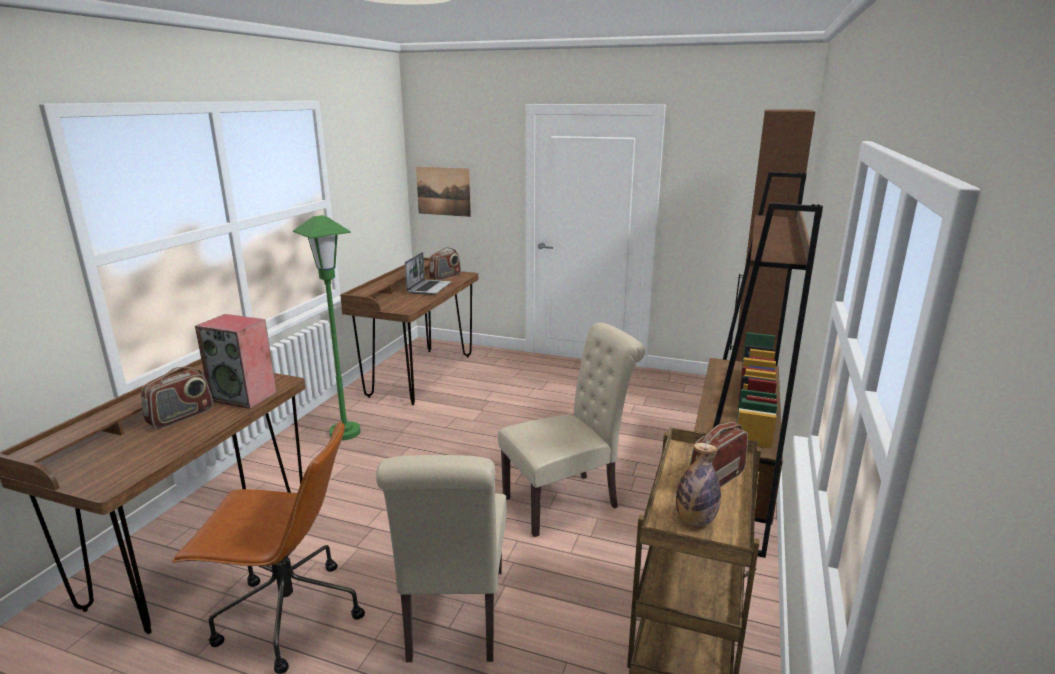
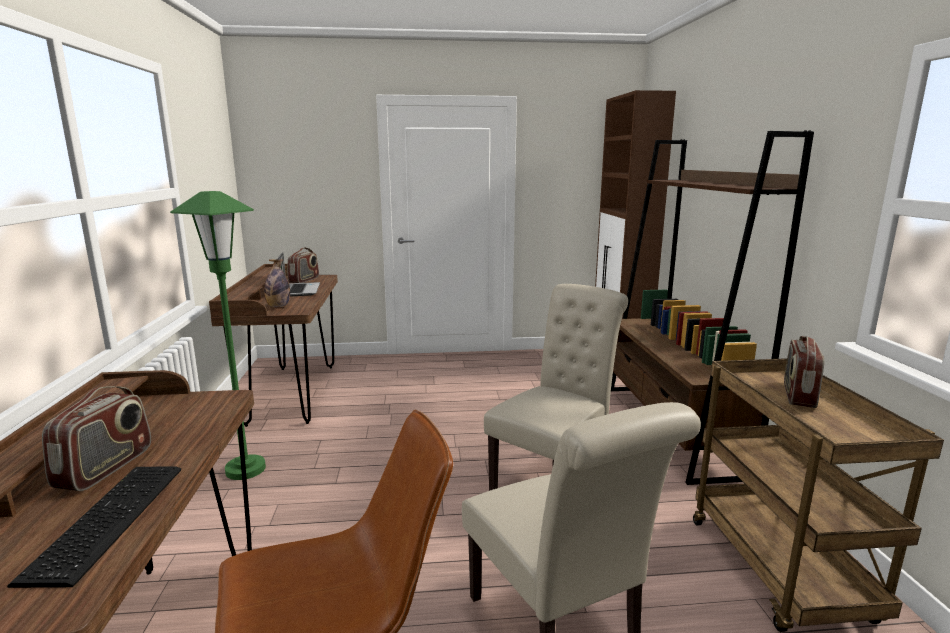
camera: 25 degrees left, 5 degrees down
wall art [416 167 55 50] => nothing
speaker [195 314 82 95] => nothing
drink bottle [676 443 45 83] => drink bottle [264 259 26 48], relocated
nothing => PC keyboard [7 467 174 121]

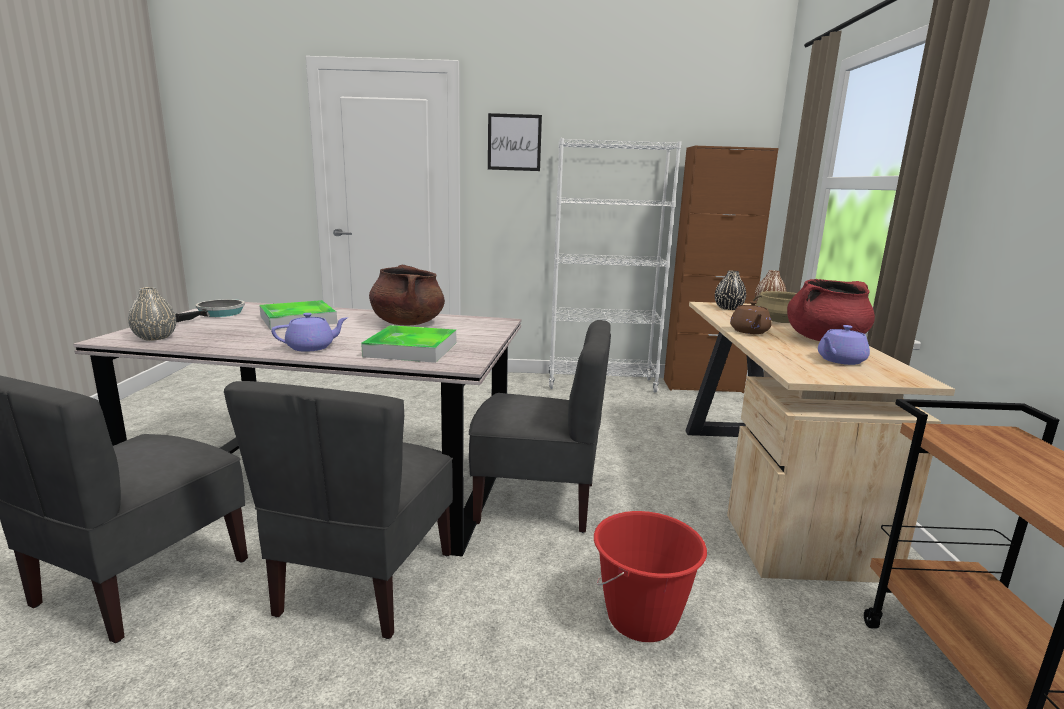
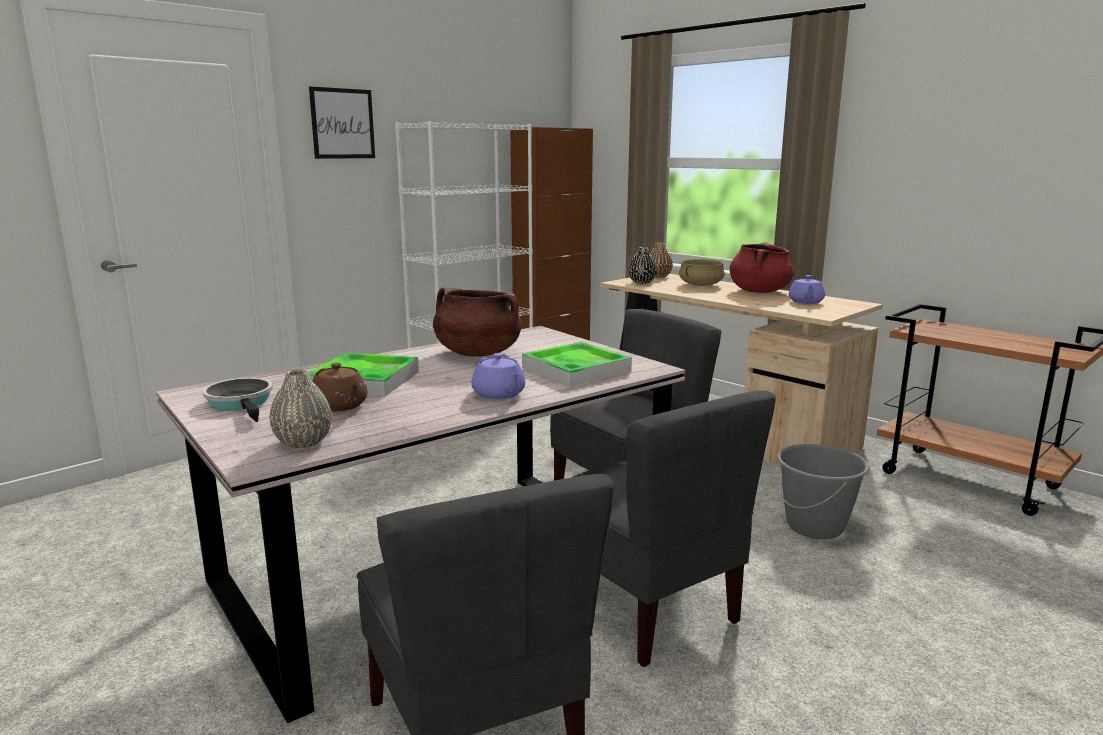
camera: 45 degrees left, 0 degrees up
tea pot (brown-coloured) [730 301 41 33] => tea pot (brown-coloured) [312 363 56 49], relocated
tea pot (purplish) [271 313 77 39] => tea pot (purplish) [471 353 54 47], 135 degrees clockwise
pail (red) [594 511 113 131] => pail (gray) [777 444 92 95]

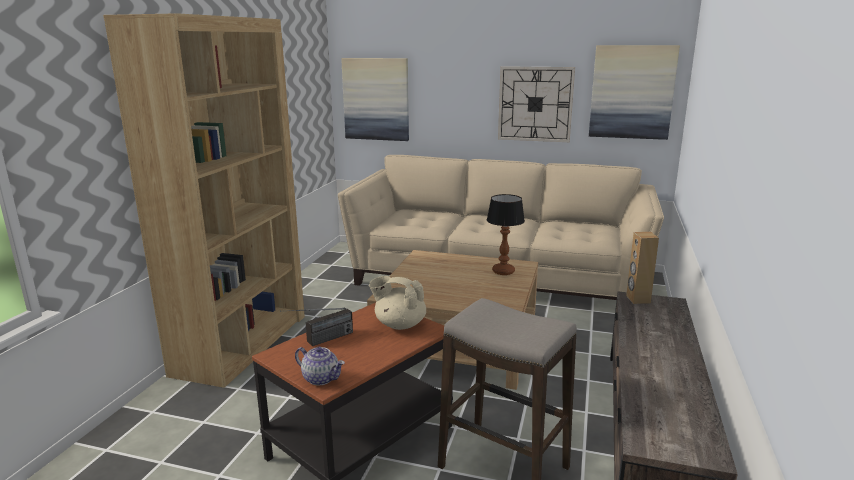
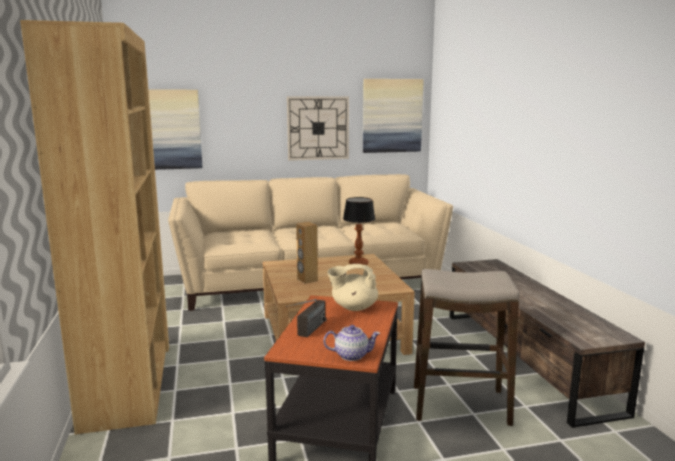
camera: 30 degrees left, 5 degrees down
speaker (brown-coloured) [626 232 33 72] => speaker (brown-coloured) [296 222 22 62], relocated

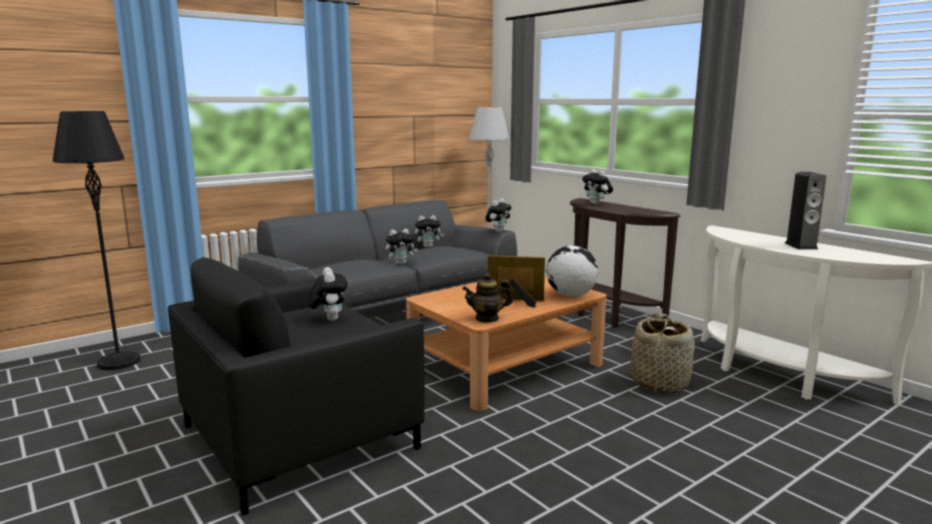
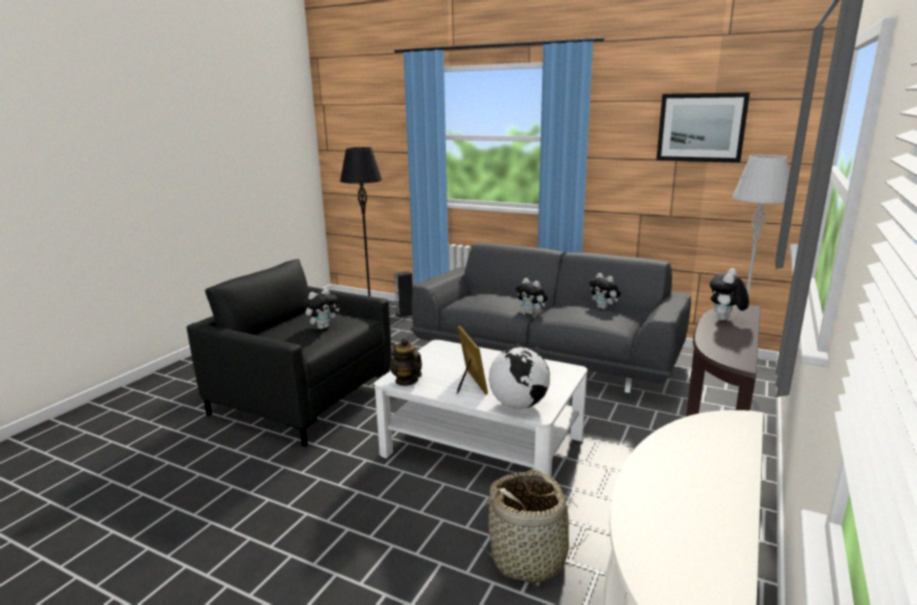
camera: 65 degrees right, 5 degrees up
speaker [785 172 41 78] => speaker [394 271 19 46], relocated
soft toy [486 199 26 33] => nothing
low table (brown-coloured) [406 276 201 135] => low table (white) [374 340 213 147]
nothing => wall art [656 92 94 71]

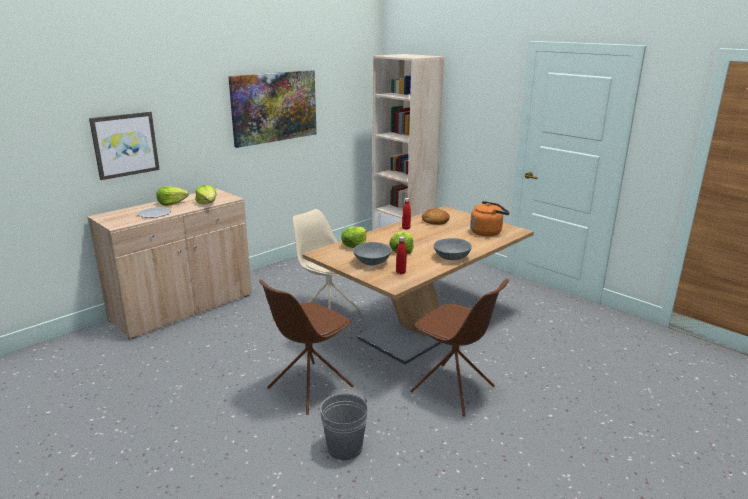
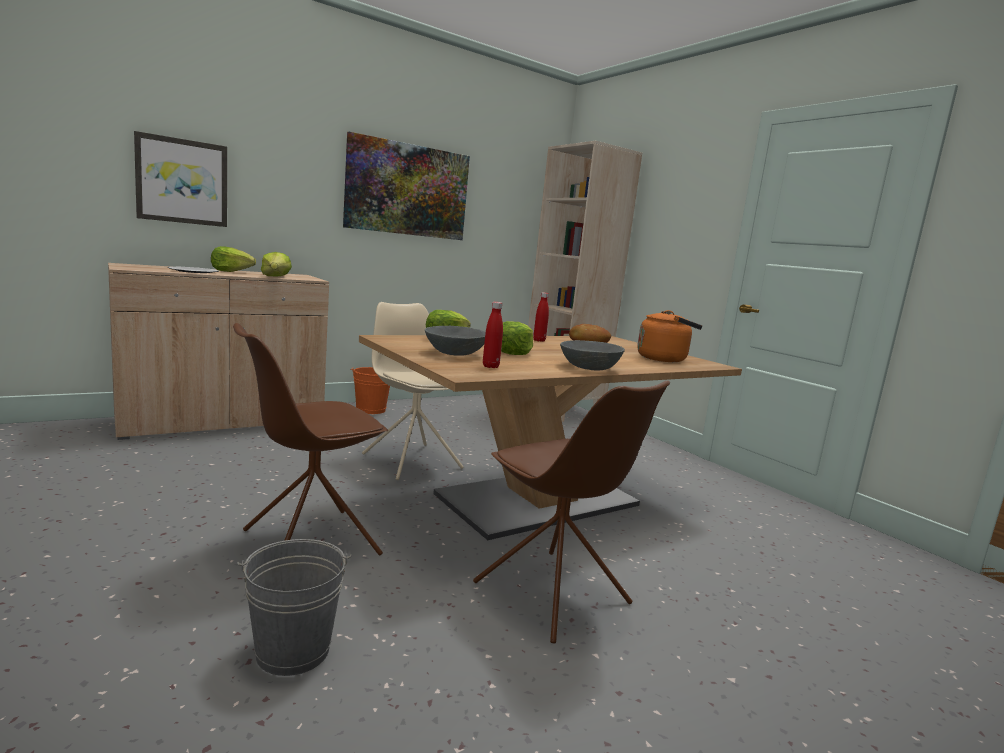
camera: 10 degrees right, 10 degrees down
nothing => pail (orangey) [351 367 39 47]

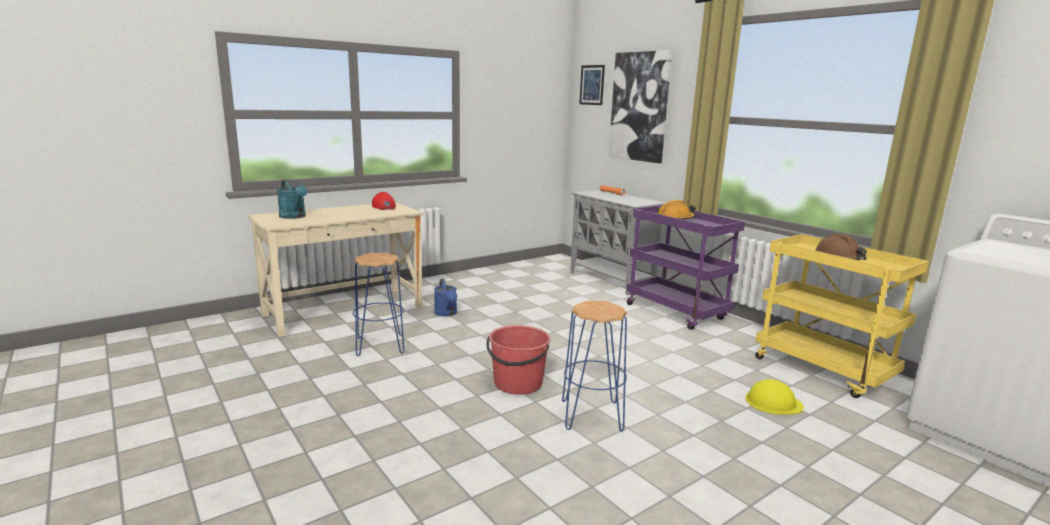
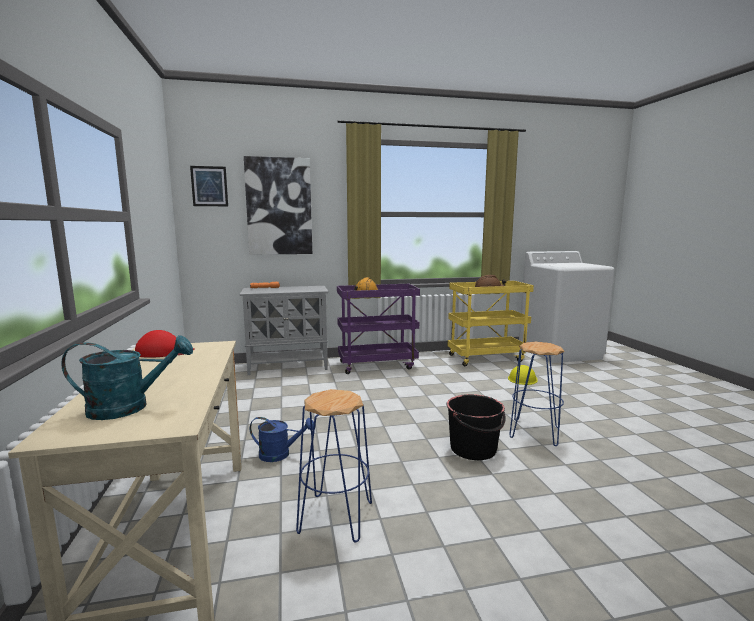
camera: 65 degrees left, 5 degrees down
pail (red) [486 325 64 70] => pail (black) [446 394 60 66]

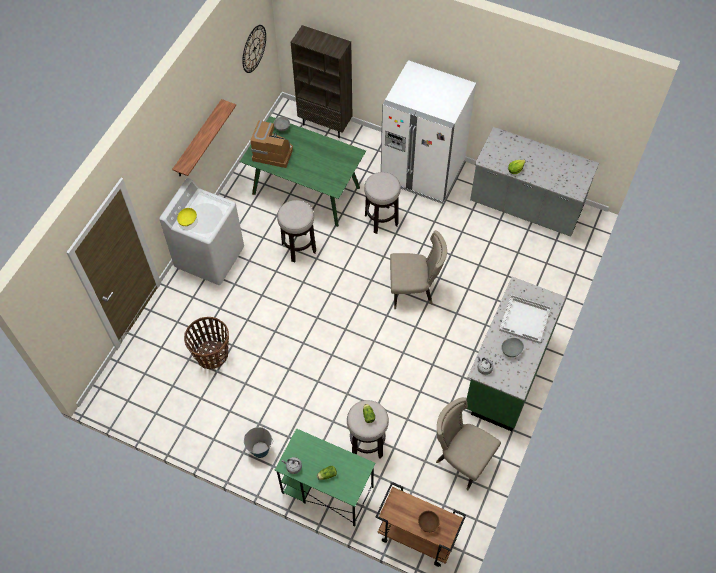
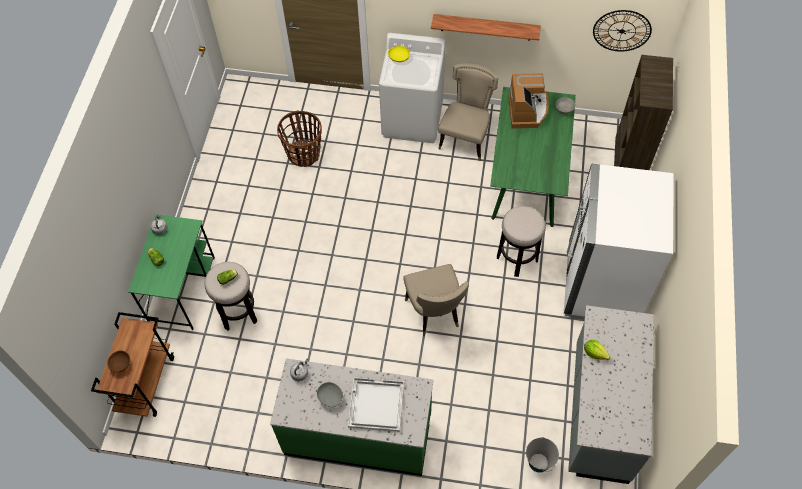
camera: 75 degrees right, 0 degrees up
sitting stool [277 200 39 62] => nothing
upright chair (beige-coloured) [436 397 65 93] => upright chair (beige-coloured) [438 63 60 98], relocated
pail [244 427 28 31] => pail [526 437 33 36], relocated

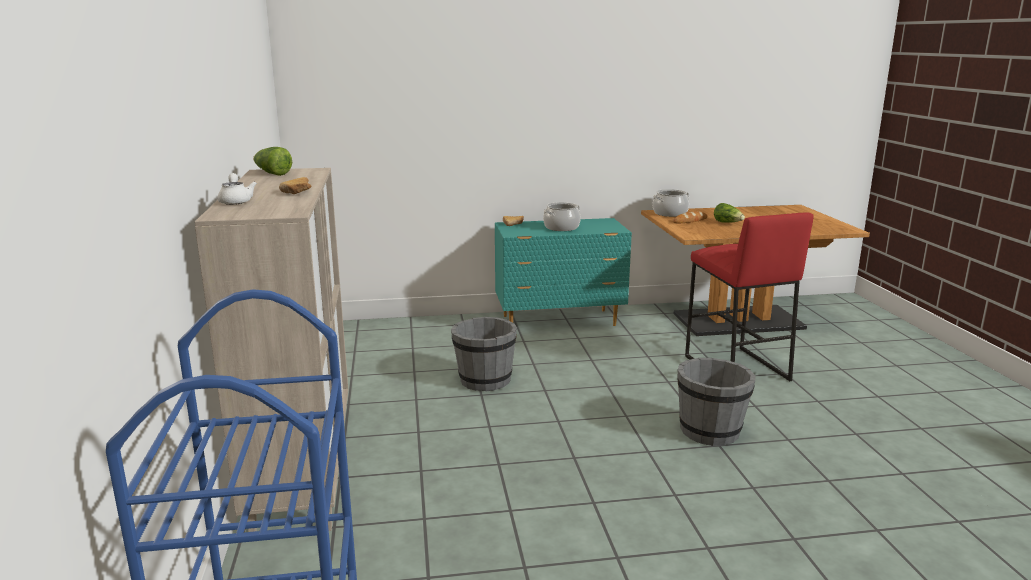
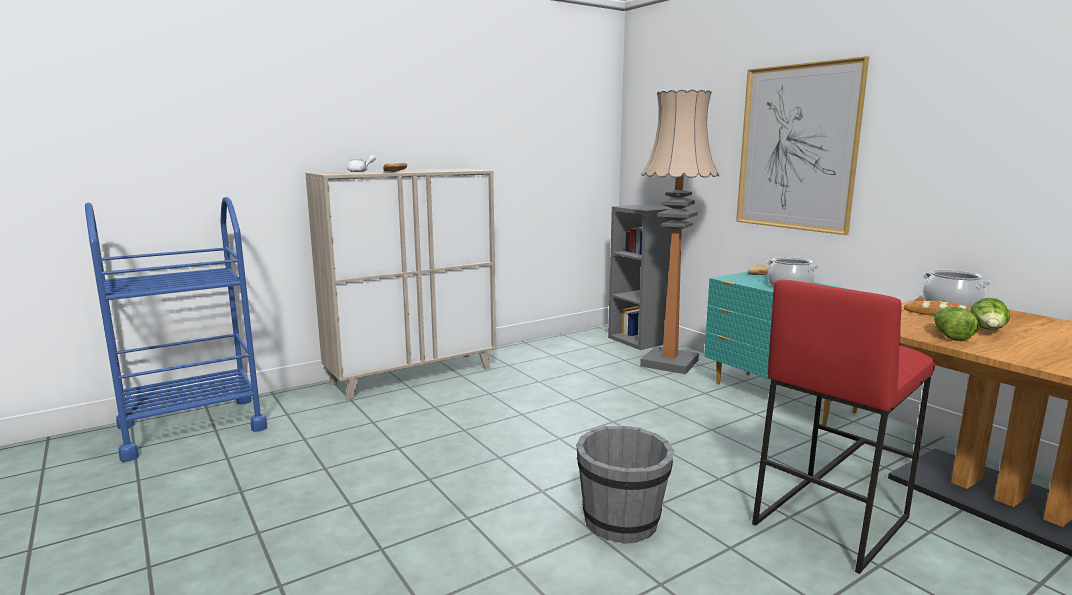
camera: 65 degrees right, 5 degrees down
lettuce head [253 147 39 29] => lettuce head [934 307 44 34], relocated
pail (gray) [451 317 66 74] => nothing
nothing => wall art [736 56 133 179]
nothing => floor lamp [640 90 79 284]
nothing => bookshelf (gray) [608 204 65 146]

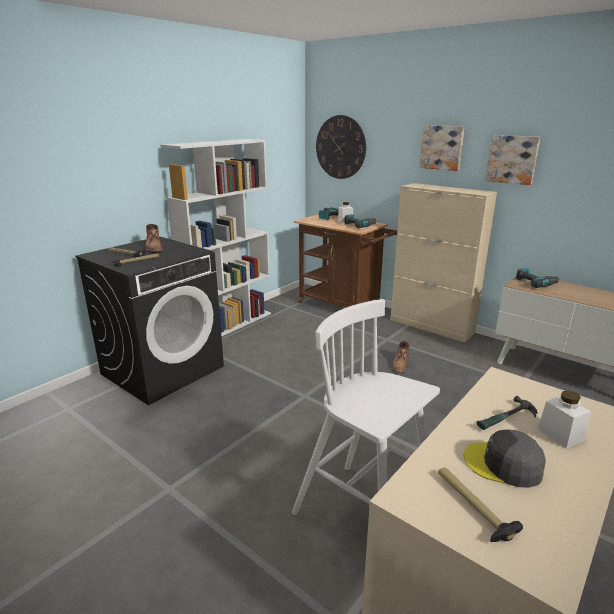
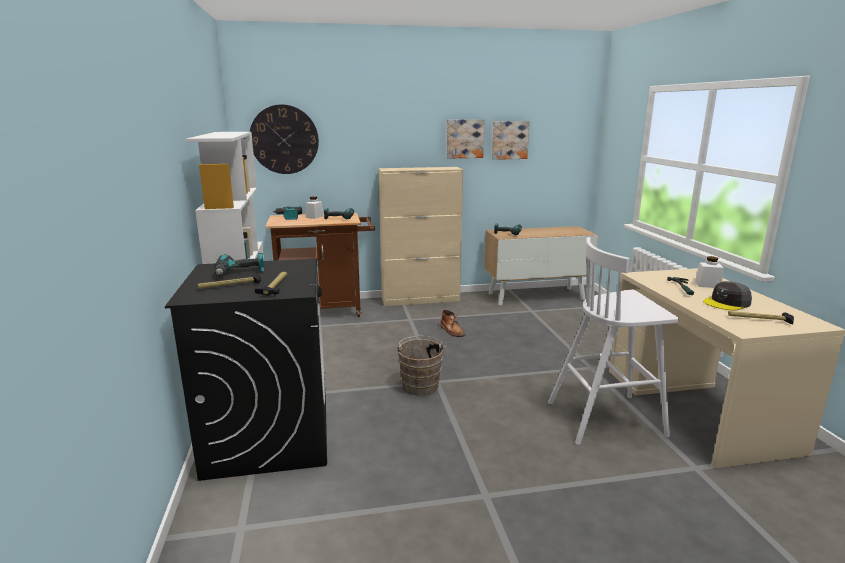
camera: 50 degrees left, 5 degrees down
wall art [419 125 46 46] => wall art [492 121 38 39], relocated
tall boot (brown-coloured) [145 224 18 29] => power drill [214 253 50 23]
nothing => pail (brown-coloured) [395 336 51 60]

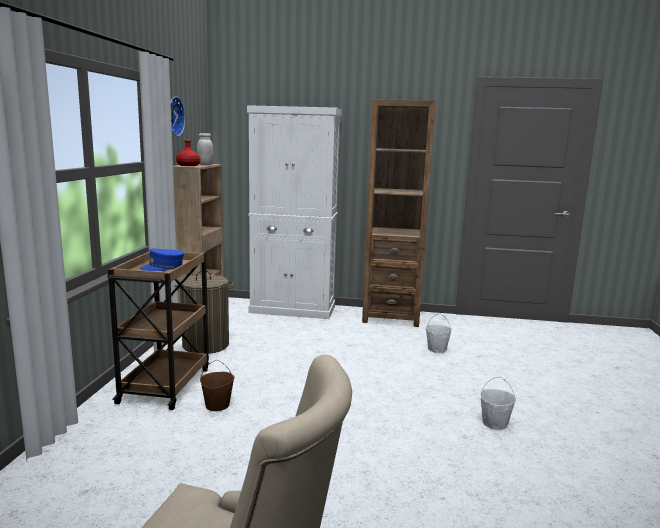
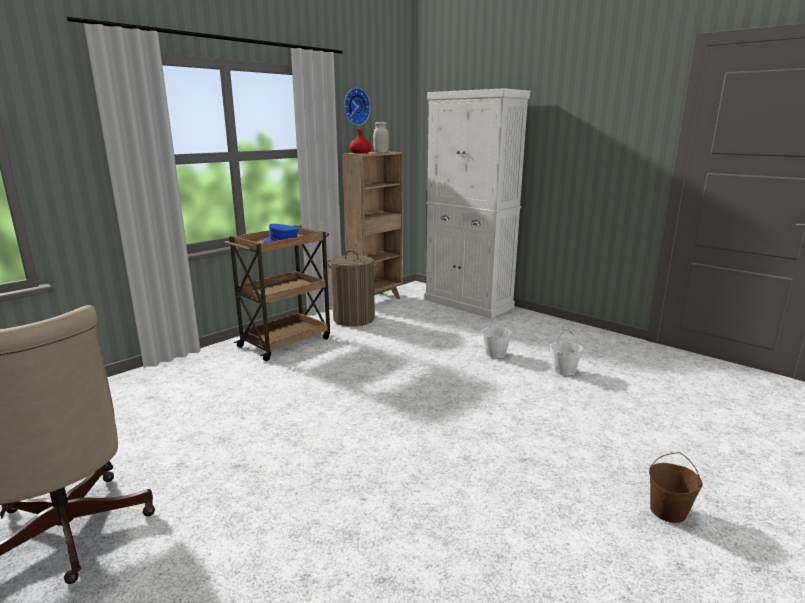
camera: 35 degrees right, 5 degrees up
bookshelf (brown-coloured) [362 99 74 228] => nothing
pail (brown-coloured) [200 360 35 51] => pail (brown-coloured) [649 452 54 71], relocated
pail (white) [480 377 36 53] => pail (white) [482 315 30 43], relocated

